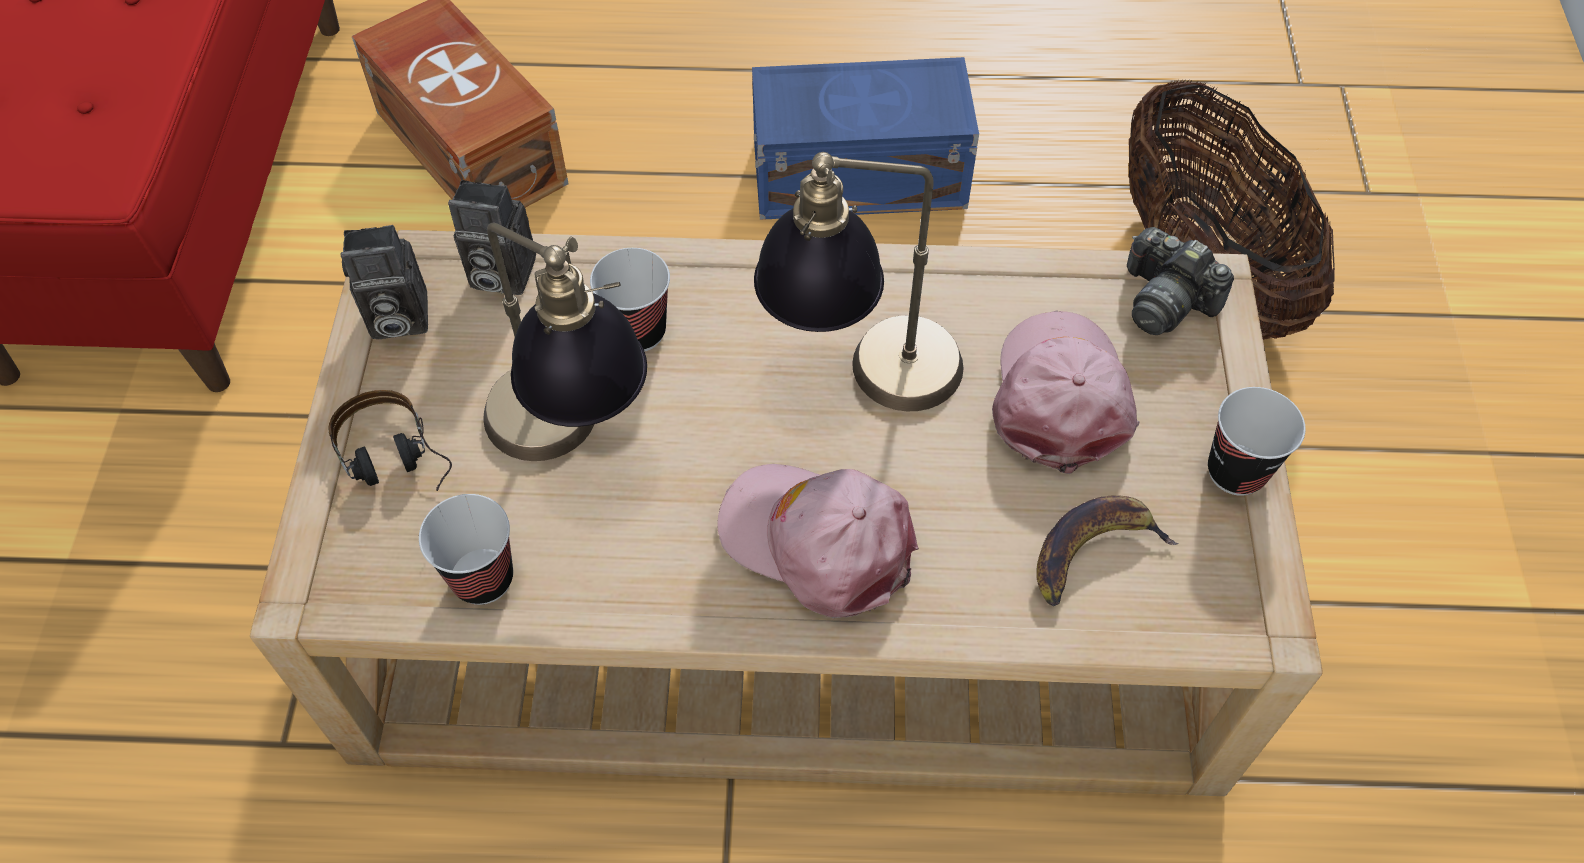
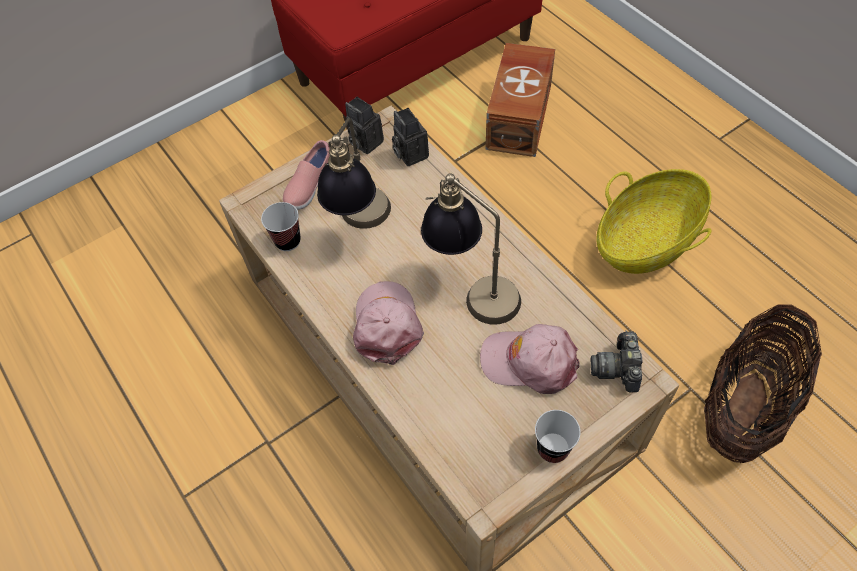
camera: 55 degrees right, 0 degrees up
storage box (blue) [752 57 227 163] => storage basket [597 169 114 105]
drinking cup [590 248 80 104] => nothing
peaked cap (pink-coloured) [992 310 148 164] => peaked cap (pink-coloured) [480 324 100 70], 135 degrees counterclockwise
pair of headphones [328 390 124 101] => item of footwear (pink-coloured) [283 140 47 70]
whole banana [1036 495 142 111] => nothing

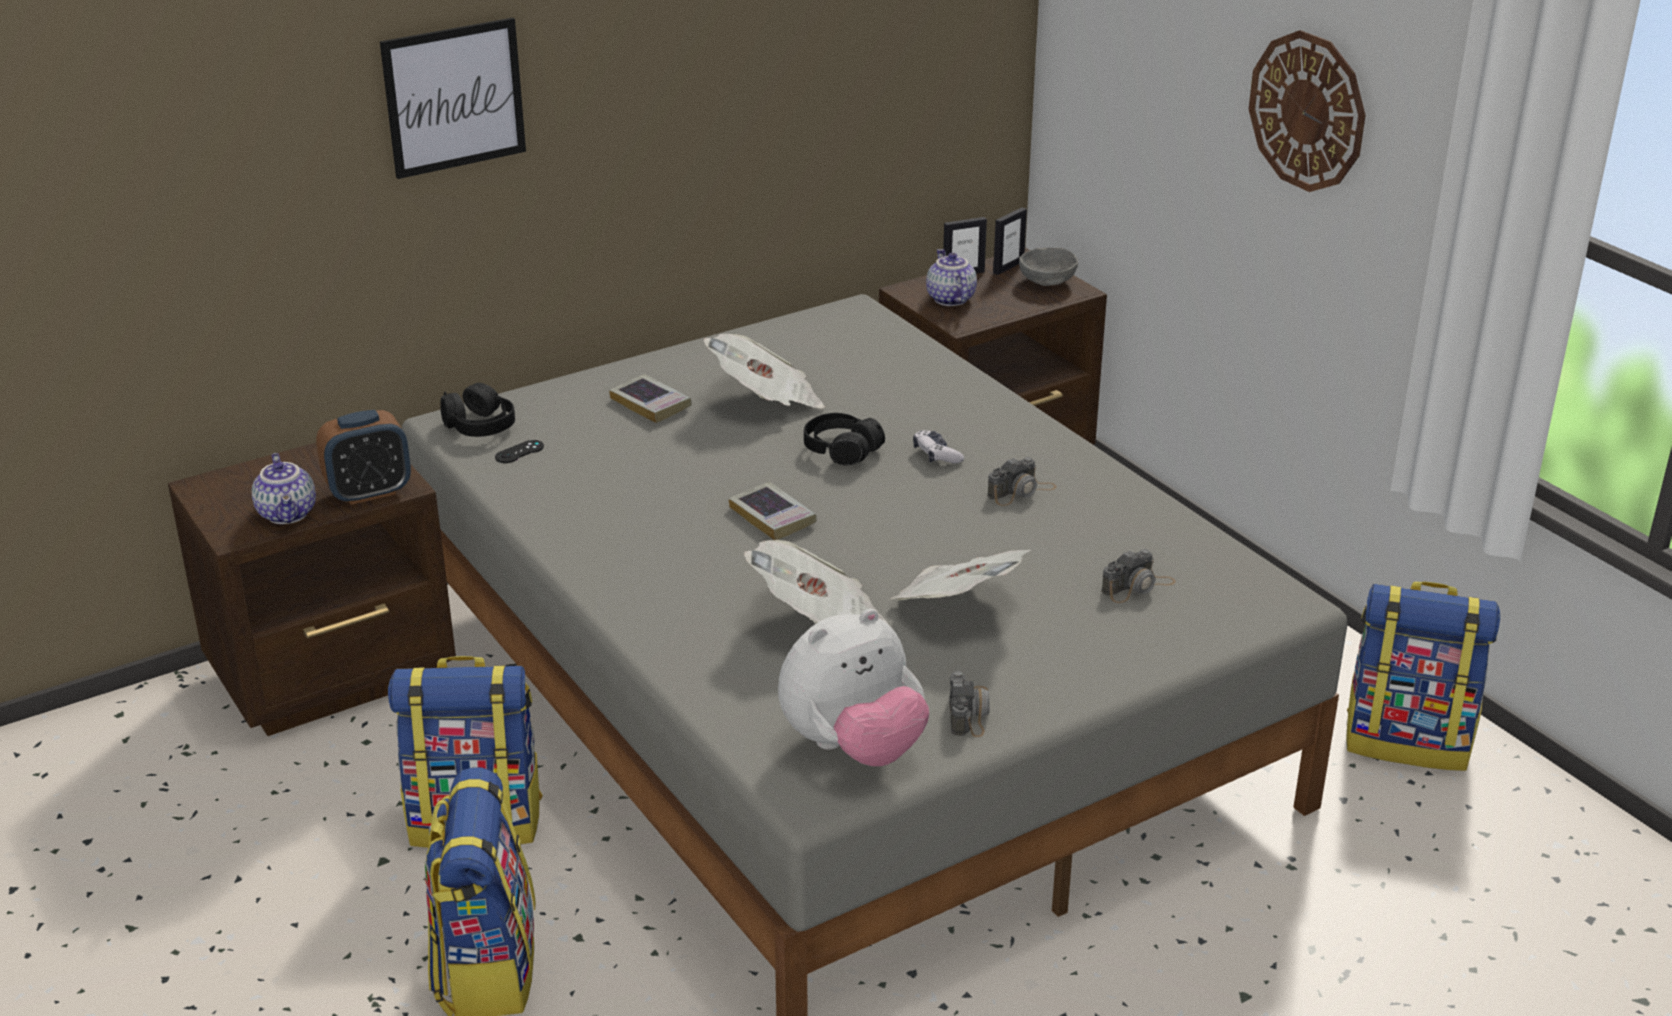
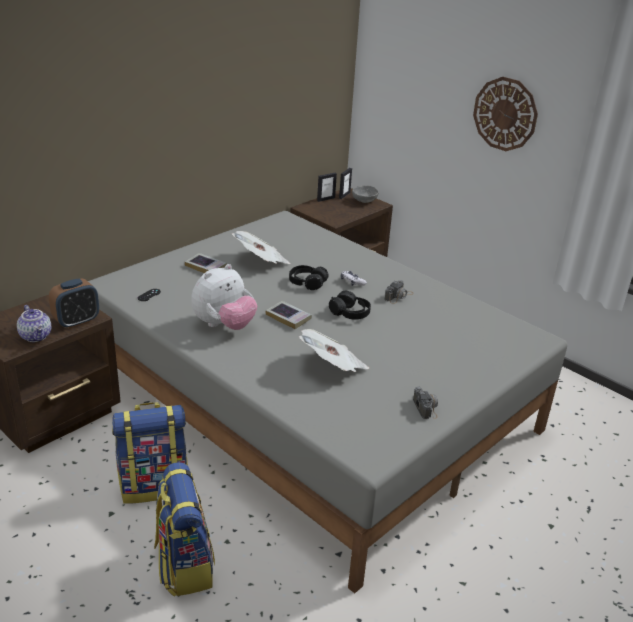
camera: 15 degrees left, 0 degrees up
wall art [380 18 146 161] => nothing
tea pot [926 249 51 57] => nothing
pair of headphones (black) [440 383 75 54] => pair of headphones (black) [329 291 42 29], relocated
photo camera [1101 549 75 54] => nothing
daily paper [890 550 141 50] => nothing
backpack [1346 581 154 190] => nothing
soft toy [778 609 151 157] => soft toy [191 264 66 66], relocated

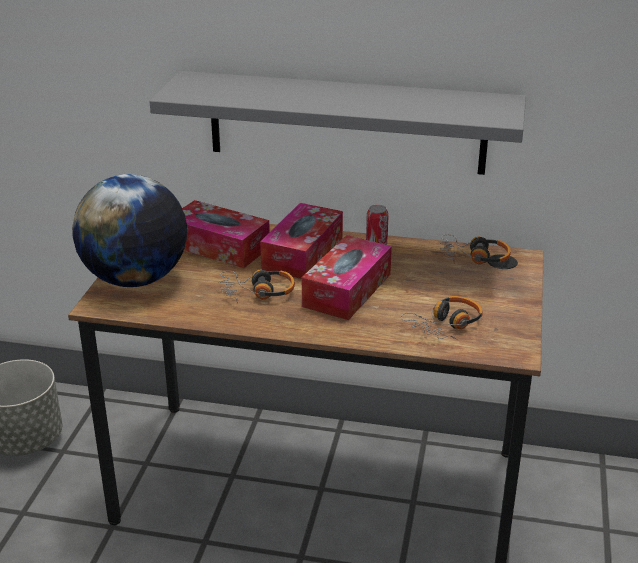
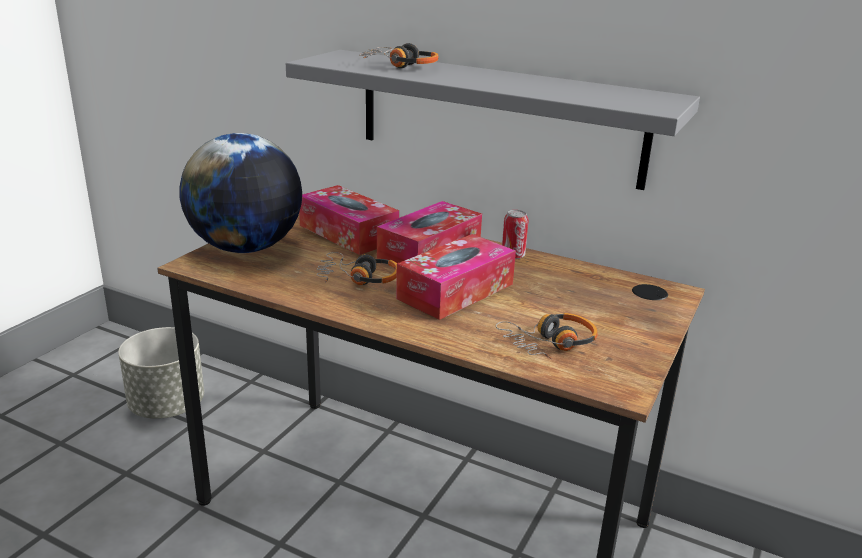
camera: 15 degrees right, 5 degrees down
pair of headphones [439 234 72 30] => pair of headphones [359 43 80 25], relocated

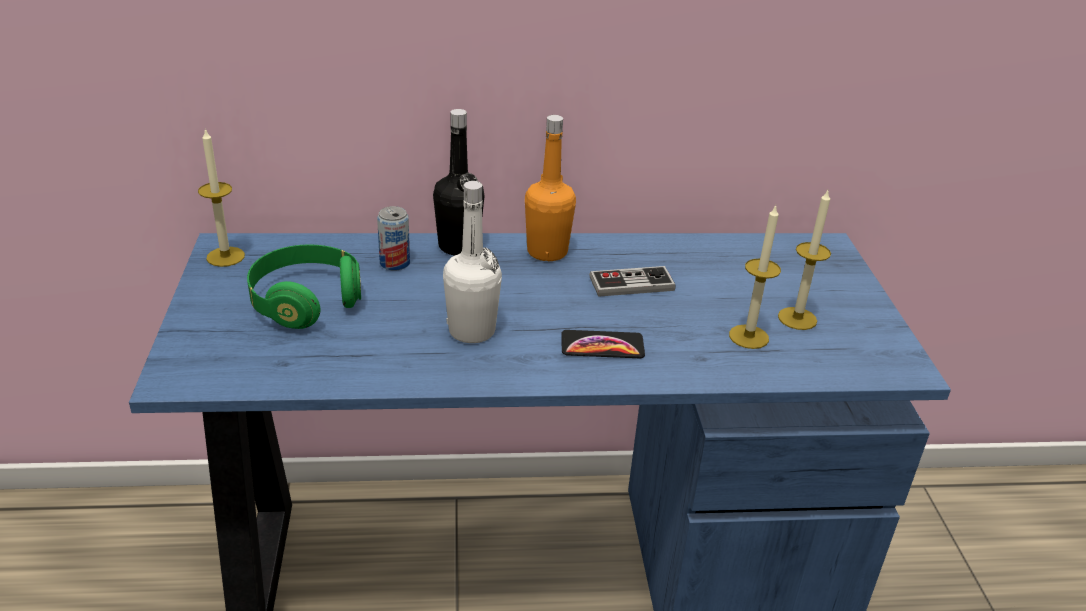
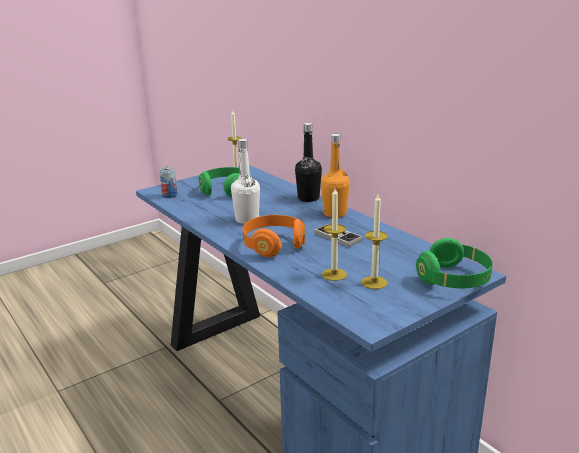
camera: 60 degrees right, 10 degrees down
metal can [377 206 33 65] => metal can [159 166 18 32], relocated
handset [561 330 84 28] => pair of headphones (orangey) [243 215 62 42]
nothing => pair of headphones (greenish) [416 238 77 50]

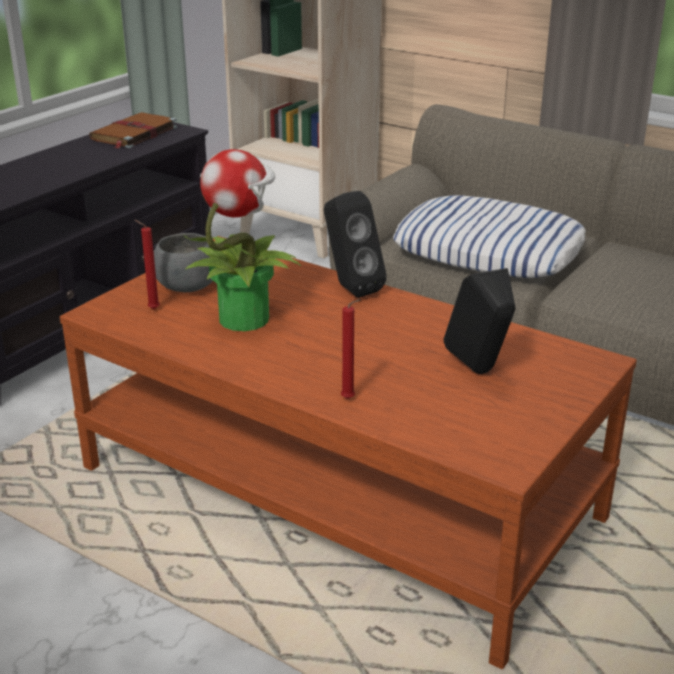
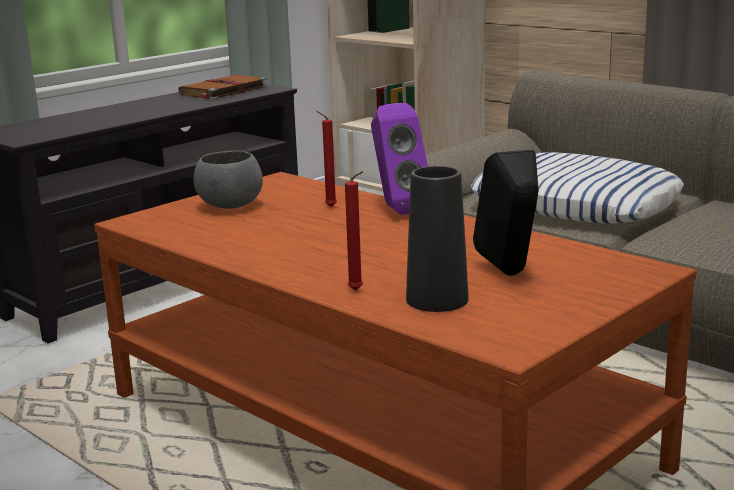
camera: 10 degrees right, 10 degrees down
houseplant [184 149 117 182] => nothing
speaker (black) [324 191 63 107] => speaker (purplish) [371 103 57 112]
candle (red) [135 220 25 89] => candle (red) [316 111 21 96], relocated
nothing => flower vase (black) [406 166 63 146]

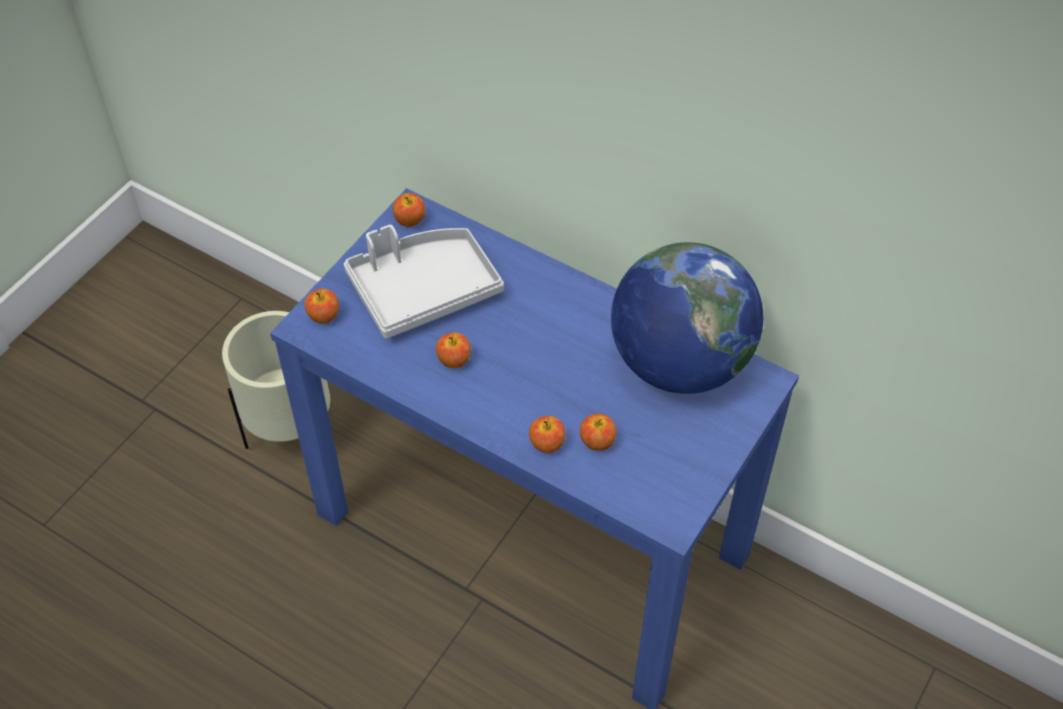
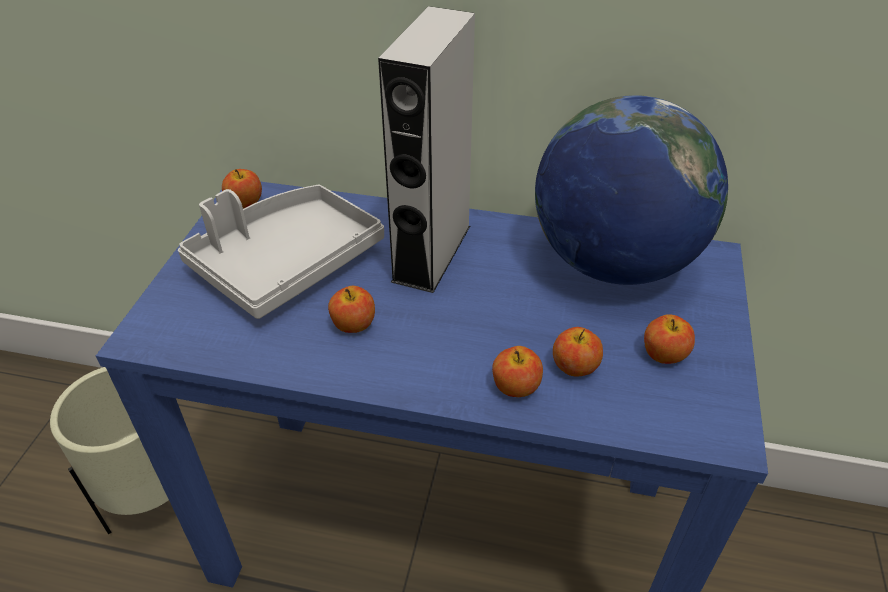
camera: 20 degrees left, 10 degrees down
apple [304 288 35 35] => apple [644 314 51 50], relocated
nothing => speaker (gray) [378 6 97 287]

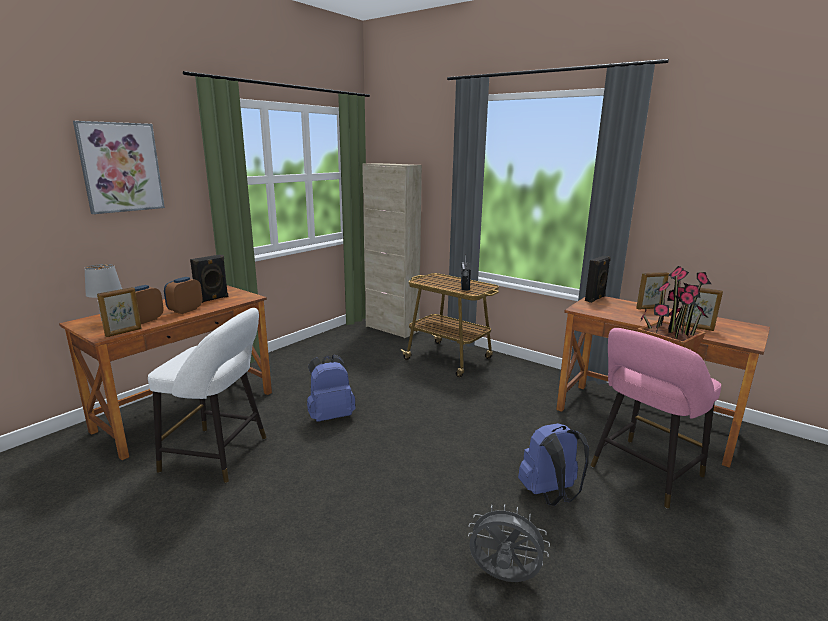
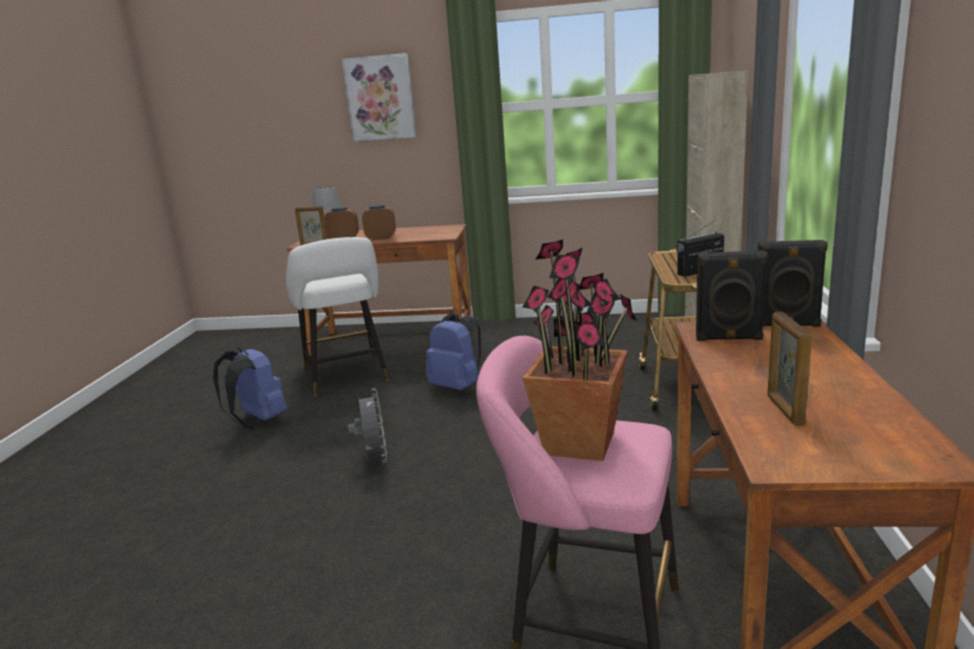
camera: 60 degrees right, 0 degrees up
speaker (black) [190 255 38 48] => speaker (black) [696 251 72 90], relocated
standing frame [636 272 33 38] => nothing
backpack (blue) [518 423 71 83] => backpack (blue) [213 348 74 80], relocated
electric fan (gray) [468 504 82 78] => electric fan (gray) [347 388 40 75], relocated

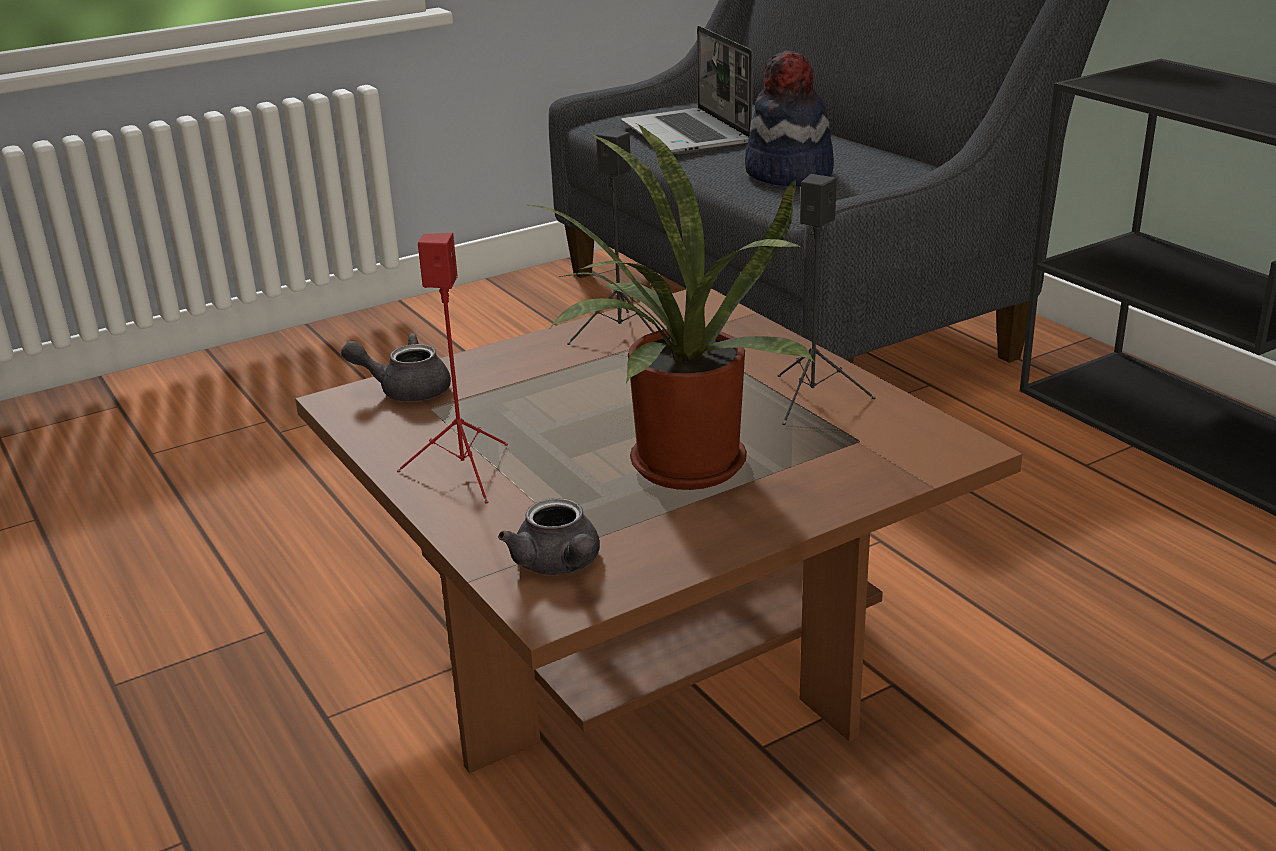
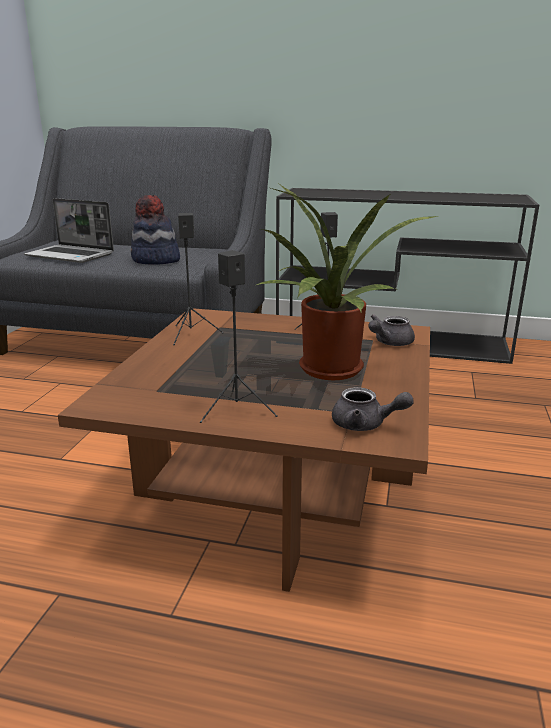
camera: 45 degrees left, 5 degrees down
speaker (red) [397 233 111 271] => speaker (black) [200 250 78 173]
tea pot (gray) [341 333 110 69] => tea pot (gray) [368 314 47 32], relocated

